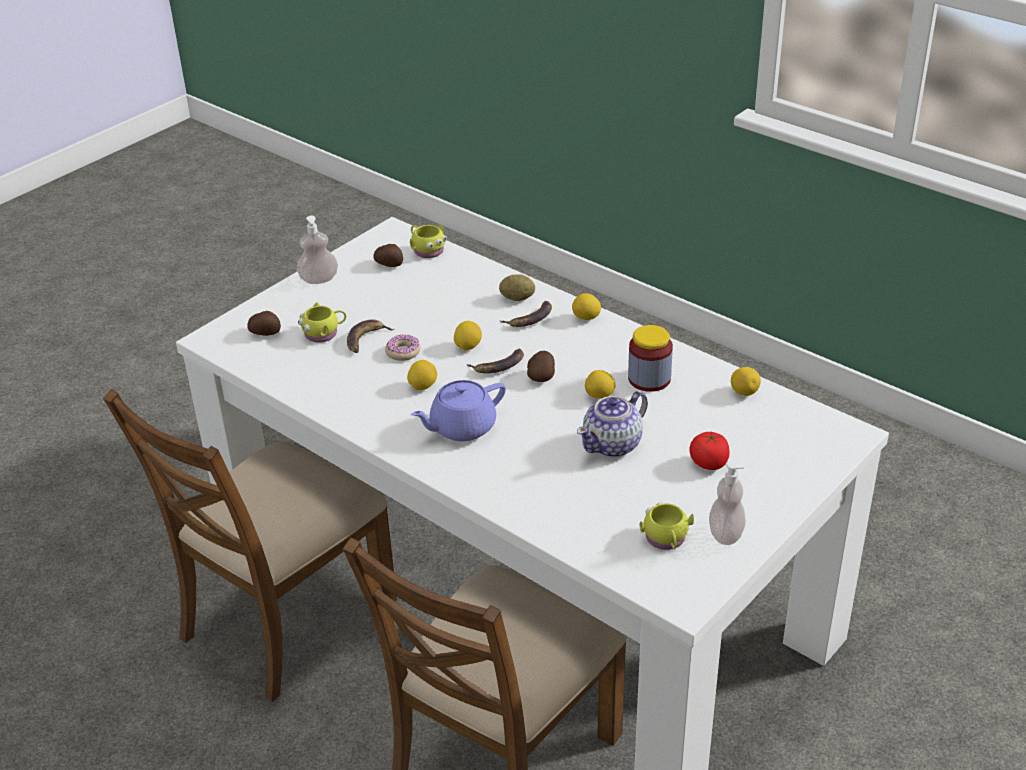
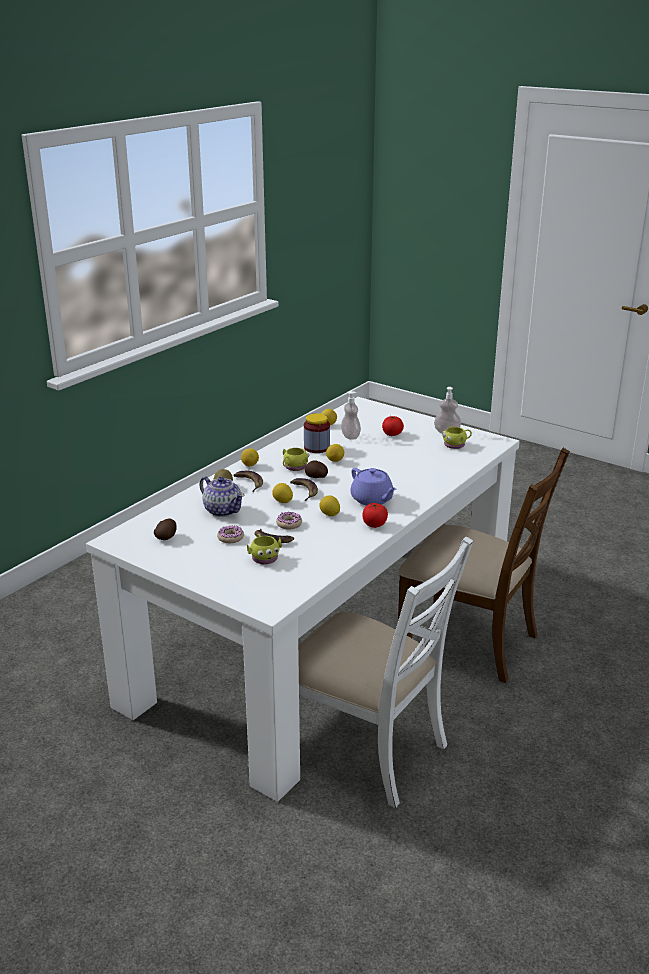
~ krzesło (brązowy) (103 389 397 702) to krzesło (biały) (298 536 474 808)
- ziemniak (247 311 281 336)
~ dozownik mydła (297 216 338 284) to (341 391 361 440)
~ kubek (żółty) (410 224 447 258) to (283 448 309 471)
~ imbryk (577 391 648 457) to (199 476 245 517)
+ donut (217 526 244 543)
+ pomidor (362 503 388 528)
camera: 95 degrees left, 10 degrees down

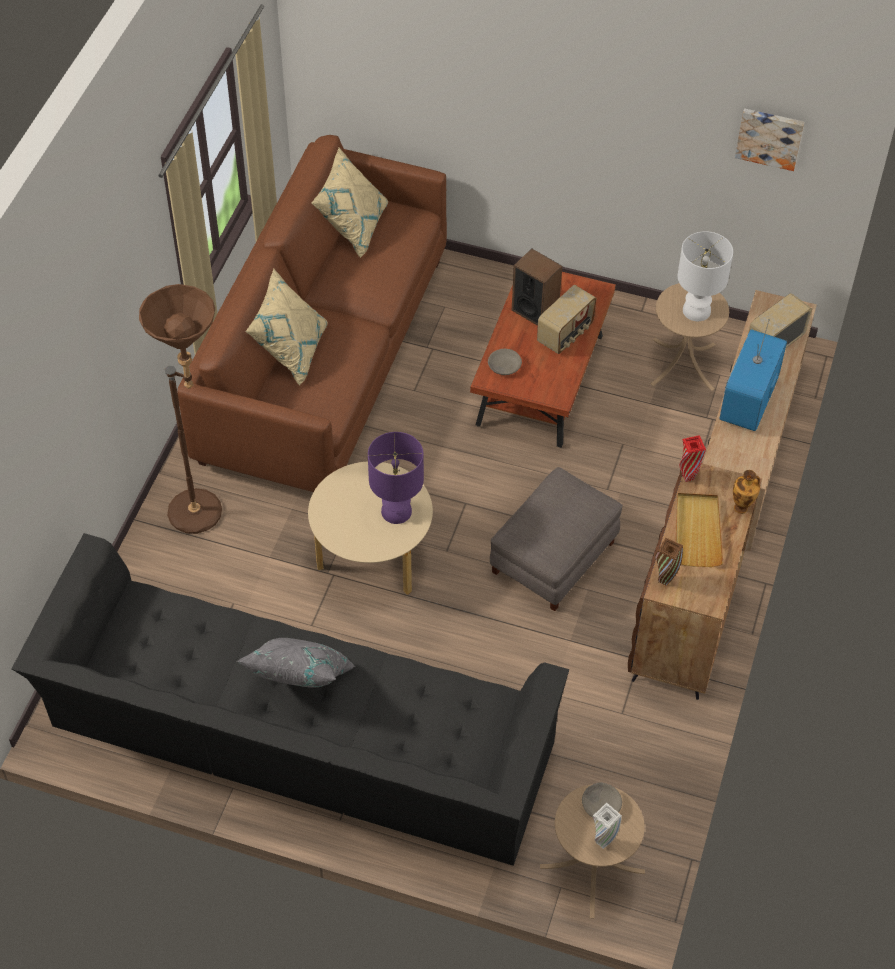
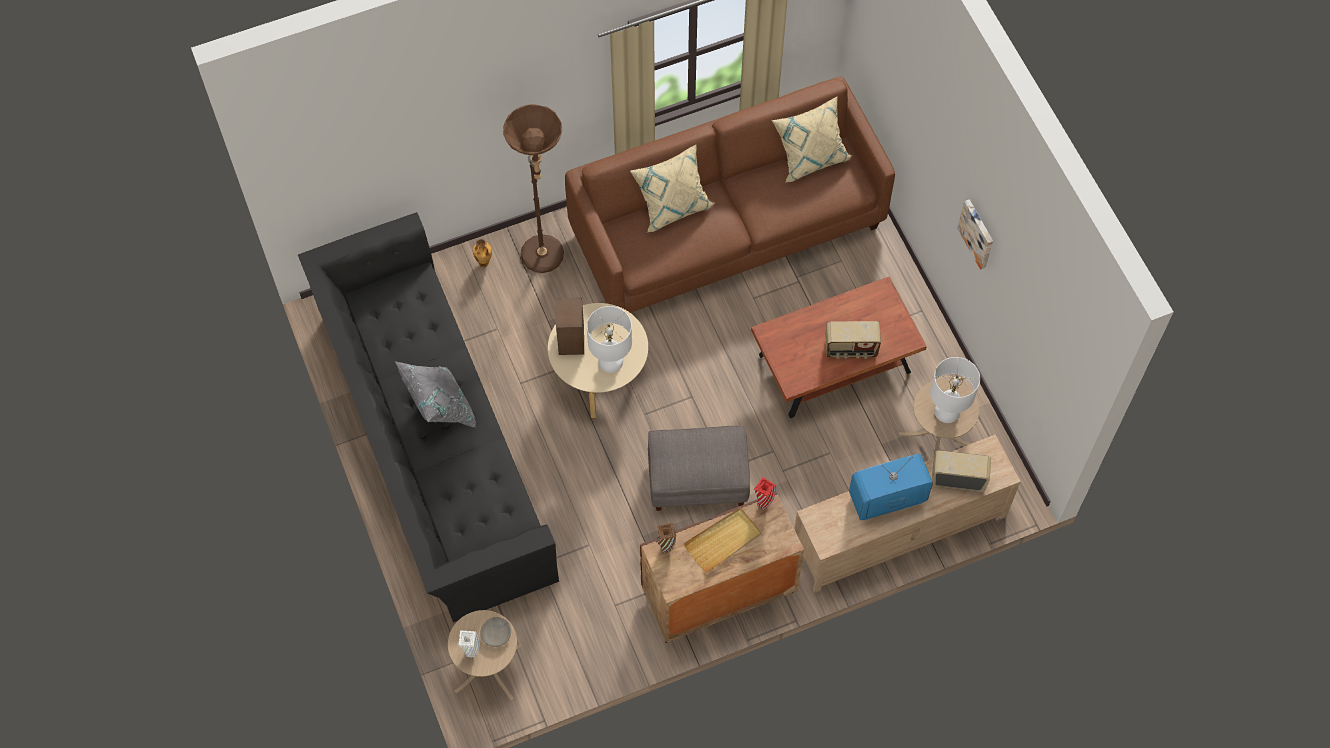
~ lampa stołowa (fioletowy) (368 432 424 524) to lampa stołowa (biały) (587 306 632 373)
- miska (szary) (488 349 522 375)
~ głośnik (512 249 562 326) to (556 298 584 355)
~ wazon (733 470 760 514) to (473 239 492 267)
~ obraz (735 109 805 171) to (957 199 993 270)
camera: 50 degrees right, 10 degrees up

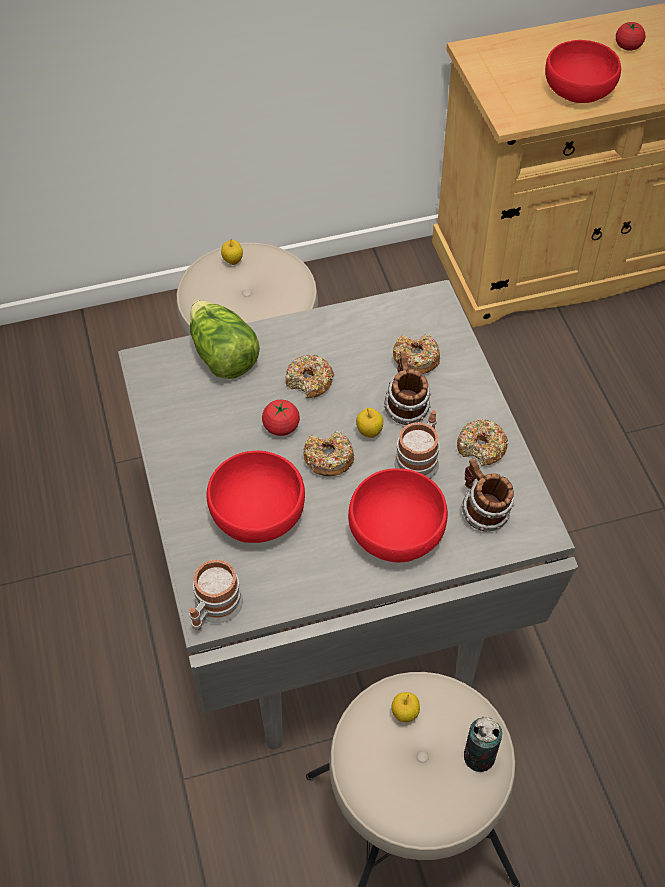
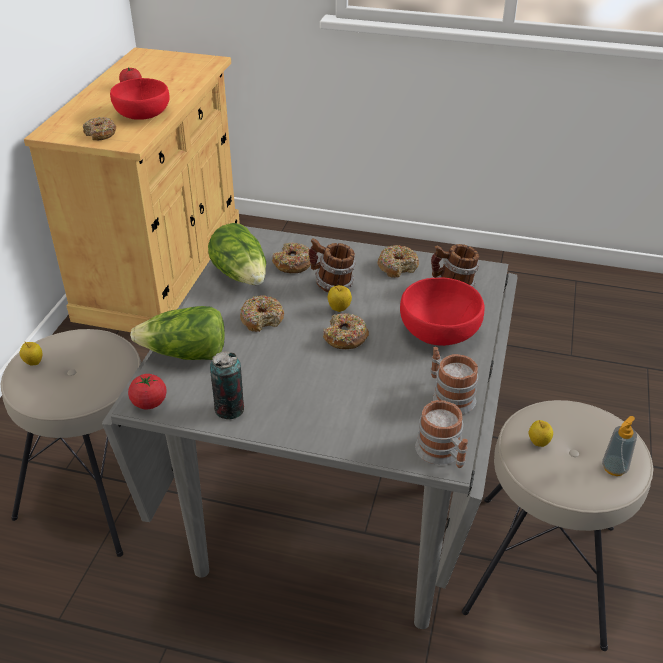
- miska (czerwony) (207 451 305 543)
~ pomidor (262 400 300 436) to (128 374 167 409)
~ kubek (394 410 440 479) to (430 347 478 414)
~ puszka (464 717 502 772) to (210 351 244 420)
+ donut (83 117 116 140)
+ sałata (208 223 266 285)
+ dozownik mydła (602 416 637 476)
camera: 60 degrees left, 15 degrees down

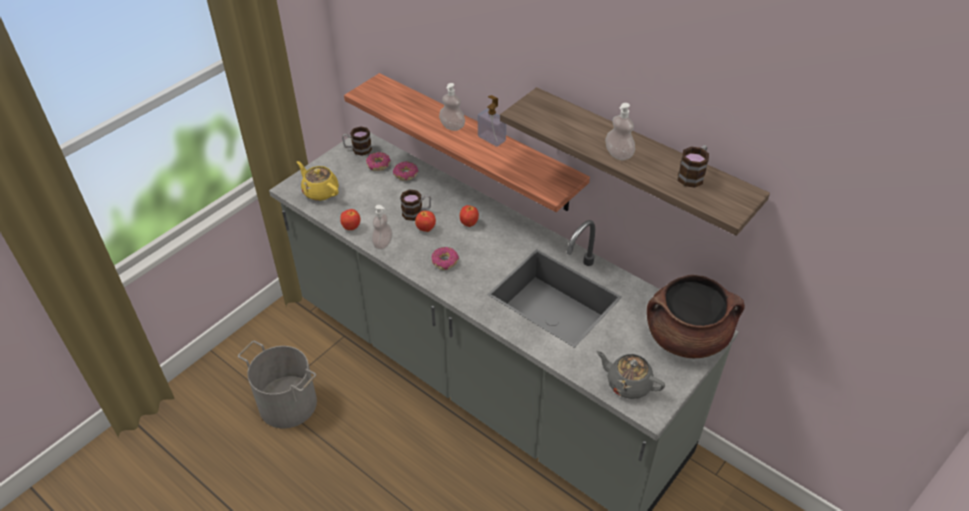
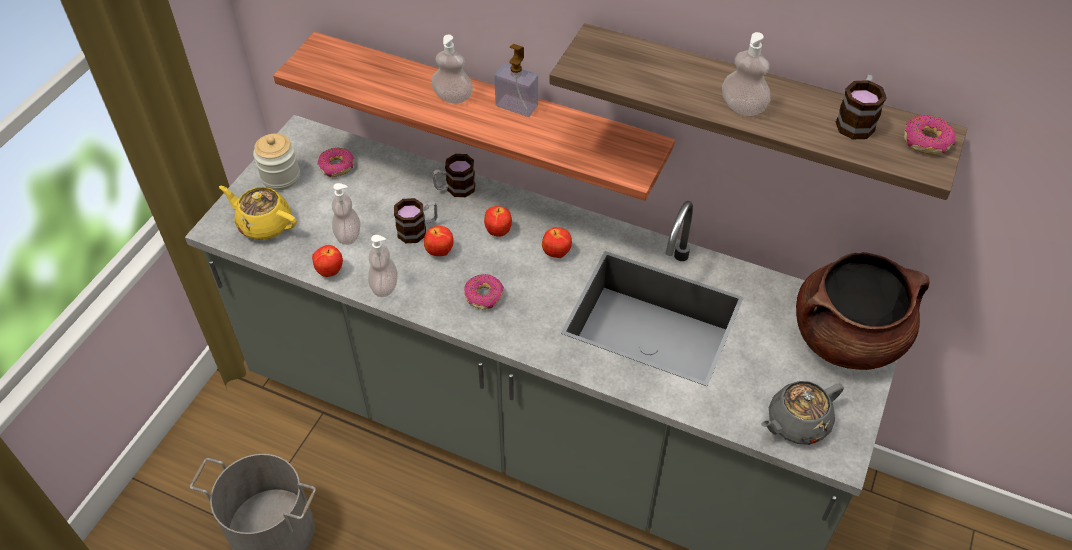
~ kubek (342 126 372 156) to (432 154 476 197)
~ donut (393 161 418 181) to (904 115 956 155)
~ imbryk (szary) (596 351 665 399) = (761 381 844 445) 45 degrees counterclockwise
+ słoik (253 133 300 190)
+ dozownik mydła (332 183 360 245)
+ jabłko (542 227 572 258)
camera: 15 degrees left, 5 degrees up

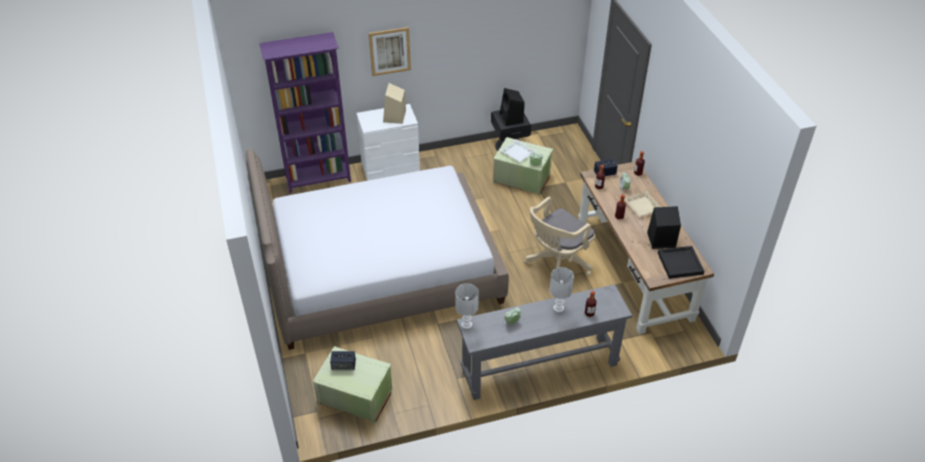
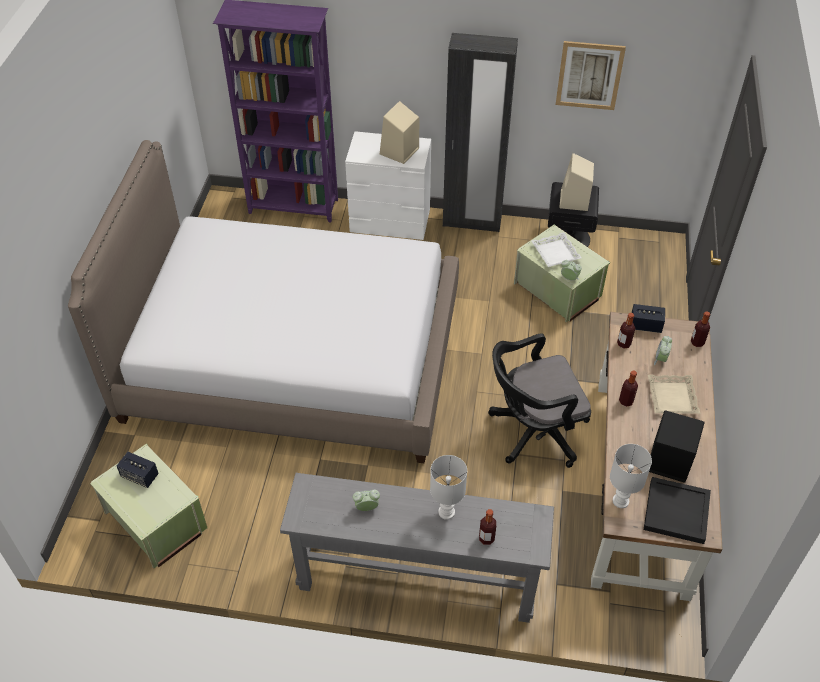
~ obraz (369 27 411 76) to (556 41 626 110)
~ lampa stołowa (biały) (455 283 479 329) to (610 444 652 508)
~ głośnik (czarny) (499 88 525 126) to głośnik (beżowy) (559 153 594 211)
~ krzesło biurowe (beżowy) (525 197 595 276) to krzesło biurowe (czarny) (488 333 591 468)
+ szafa (czarny) (443 33 518 232)
camera: 25 degrees right, 5 degrees up

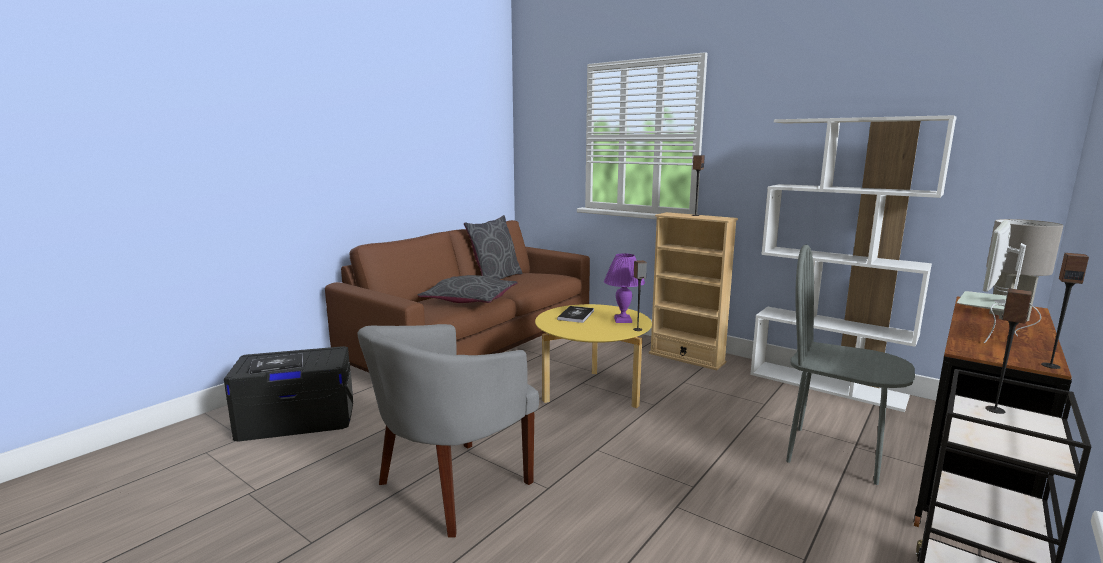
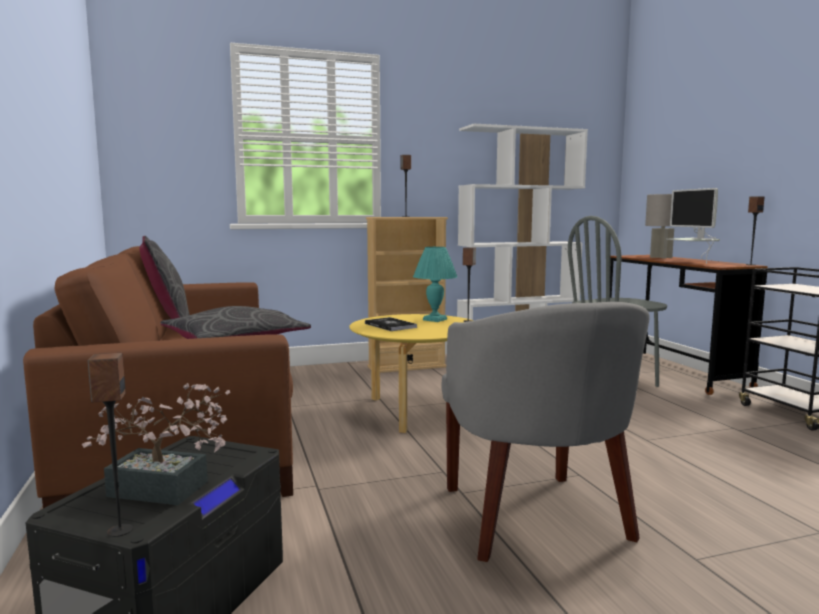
~ książka (250 353 303 374) to roślina doniczkowa (82 383 230 505)
~ lampa stołowa (fioletowy) (604 253 645 323) to lampa stołowa (turkusowy) (413 247 457 322)
~ głośnik (985 288 1032 414) to (88 353 133 537)
camera: 55 degrees left, 5 degrees down

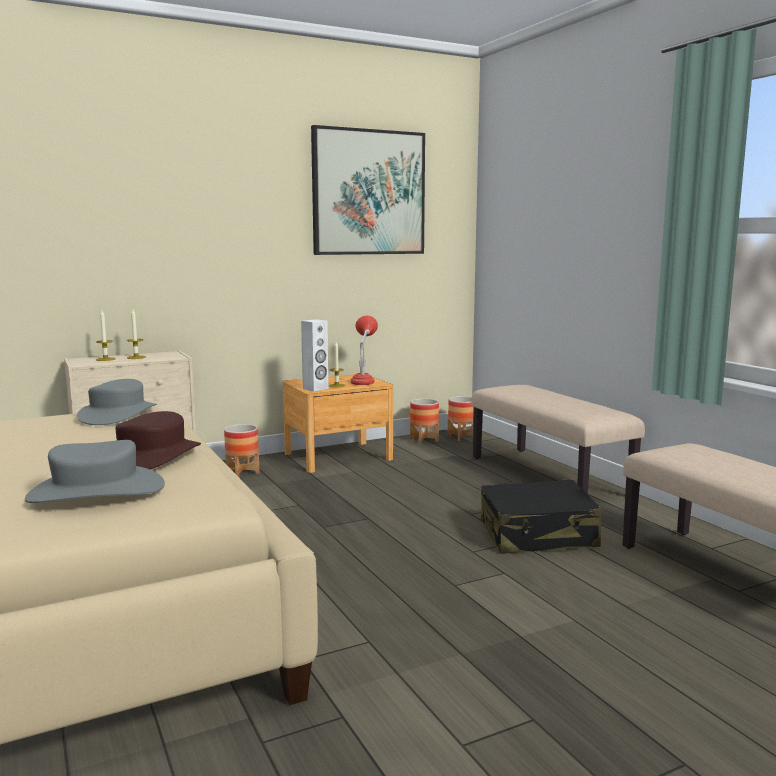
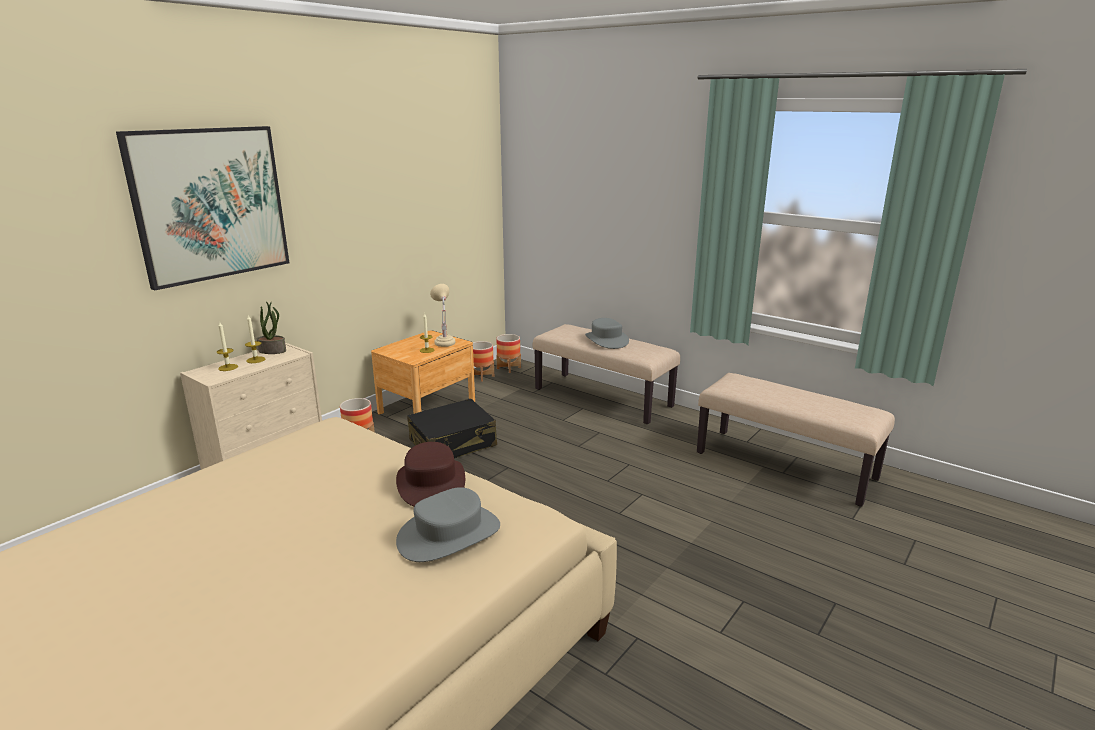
~ kapelusz (szary) (77 379 157 425) to (585 318 629 349)
- głośnik (biały) (301 319 329 391)
~ obraz (311 125 425 255) to (116 126 289 290)
~ lampa stołowa (czerwony) (351 316 378 385) to lampa stołowa (beżowy) (430 284 456 347)
~ walizka (czarny) (481 480 602 554) to (407 398 497 458)
+ roślina doniczkowa (257 302 286 354)
camera: 25 degrees left, 10 degrees up

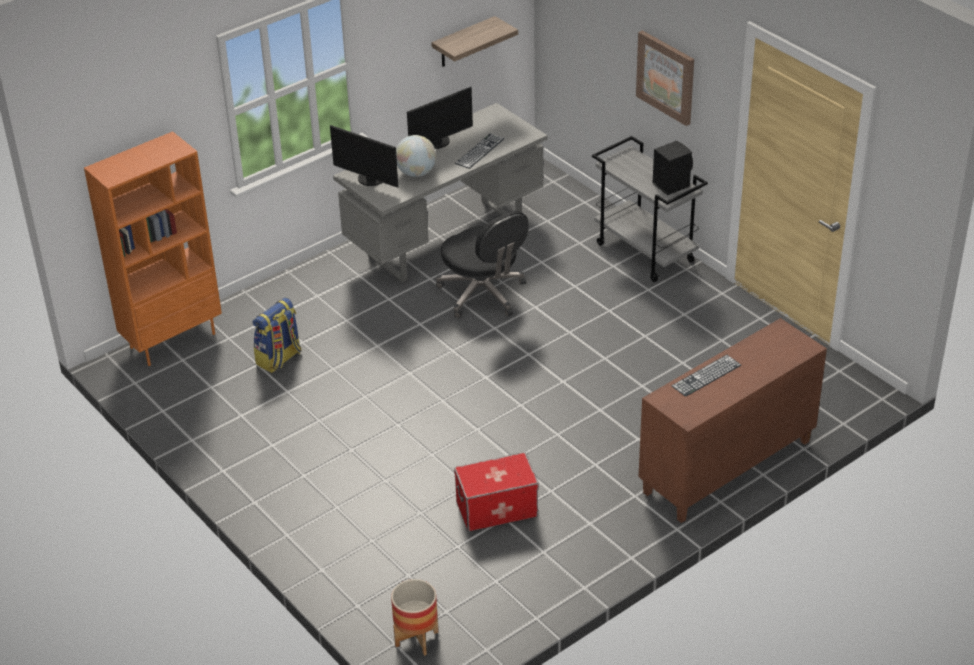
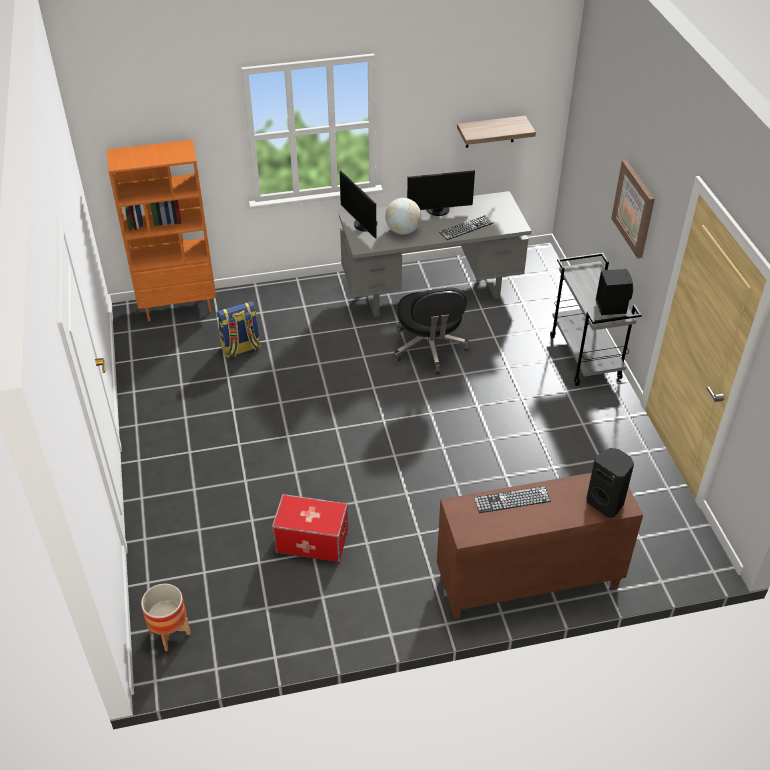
+ głośnik (czarny) (587 448 634 518)
camera: 25 degrees right, 5 degrees up

